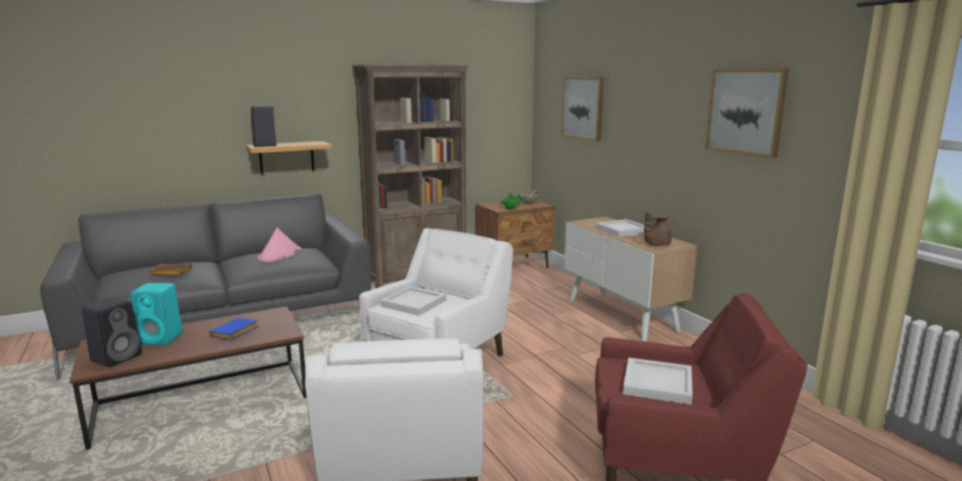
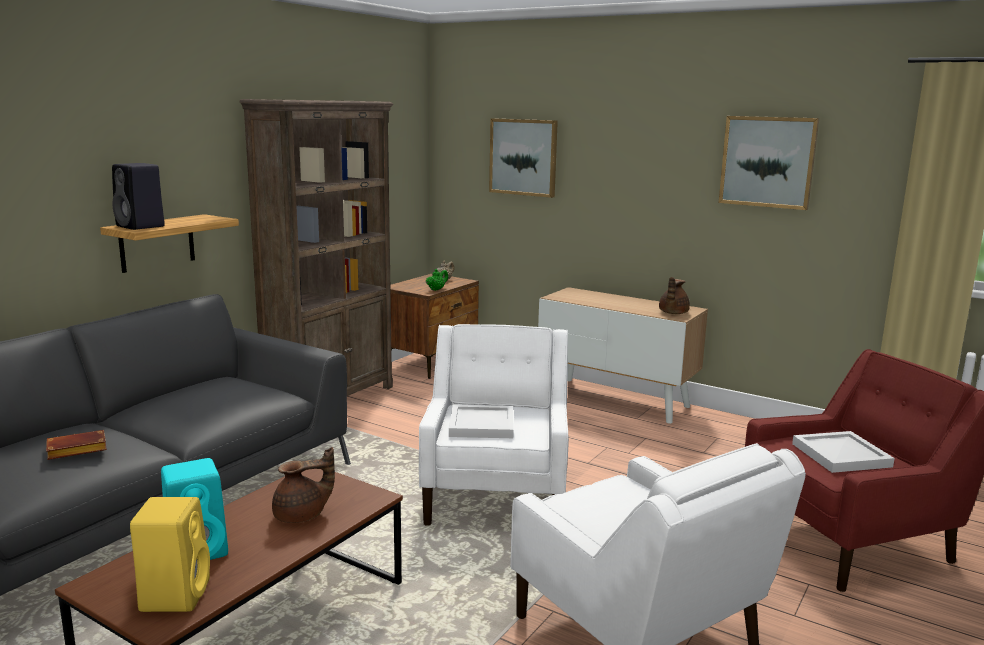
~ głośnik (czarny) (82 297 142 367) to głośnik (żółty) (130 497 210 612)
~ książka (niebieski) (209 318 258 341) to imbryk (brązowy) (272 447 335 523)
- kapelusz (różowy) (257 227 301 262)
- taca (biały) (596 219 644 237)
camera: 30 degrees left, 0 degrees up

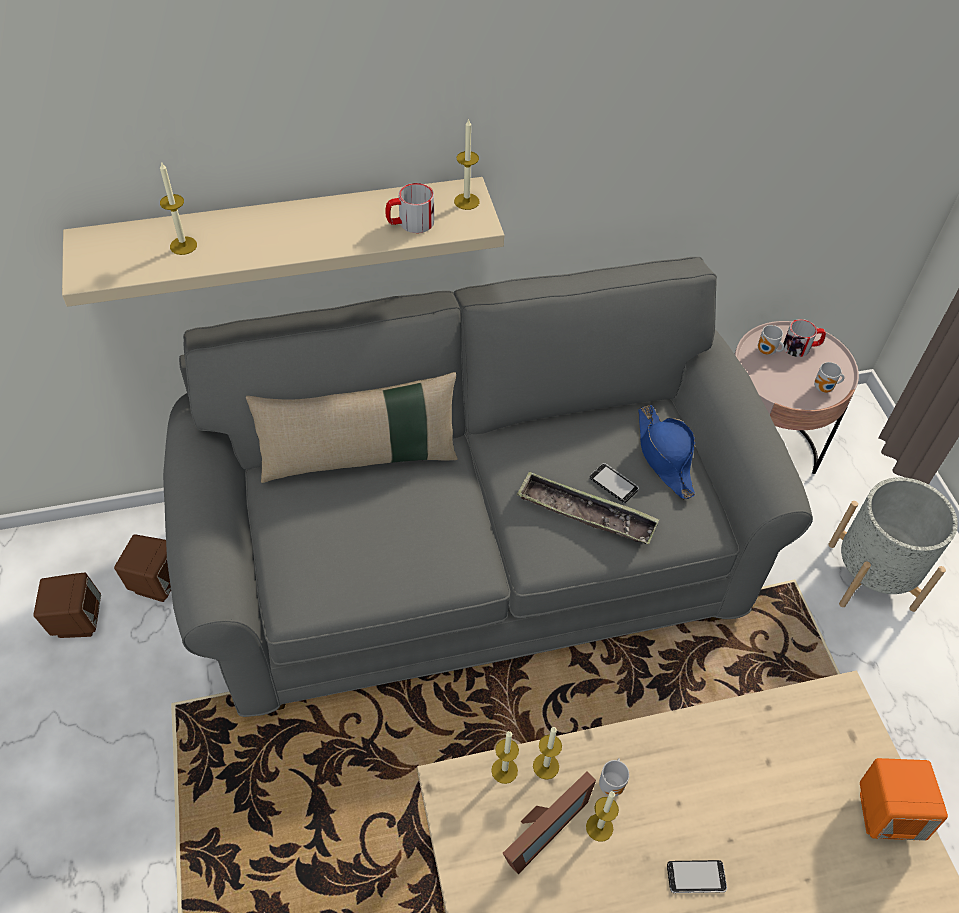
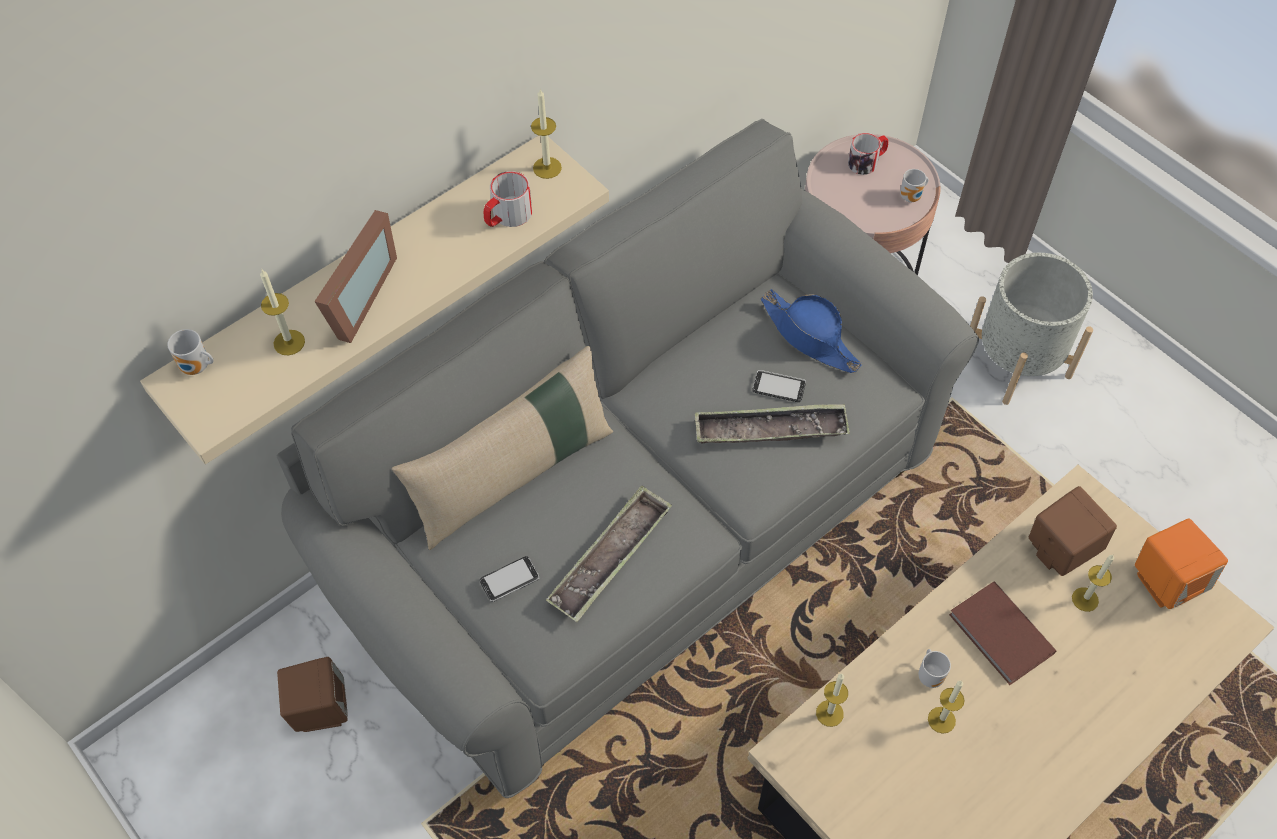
~ głośnik (brązowy) (33 573 101 638) to (1029 486 1117 576)
~ ramka na zdjęcie (503 772 596 874) to (314 210 397 343)
~ świeca (533 727 562 780) to (1072 555 1114 612)
~ telefon (667 860 727 893) to (480 556 539 602)
~ kubek (758 325 784 355) to (167 329 214 375)
+ taca (546 485 672 622)
+ książka (brązowy) (949 581 1057 685)
camera: 25 degrees left, 5 degrees up

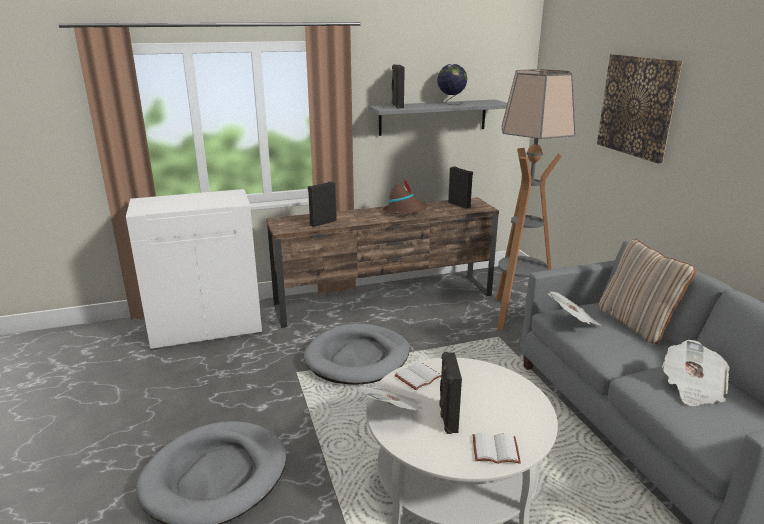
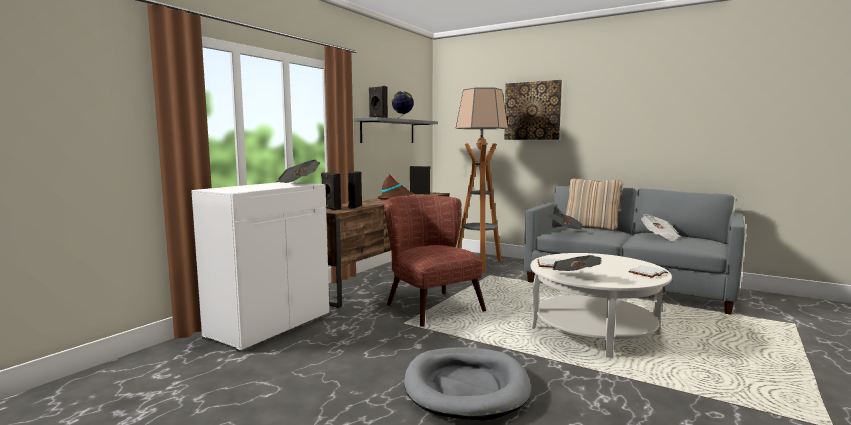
~ legowisko (szary) (304 323 409 385) to fotel (brązowy) (383 195 486 327)
~ głośnik (czarny) (439 352 462 434) to (321 172 341 210)
+ gazeta (276 160 320 183)
camera: 40 degrees left, 15 degrees down

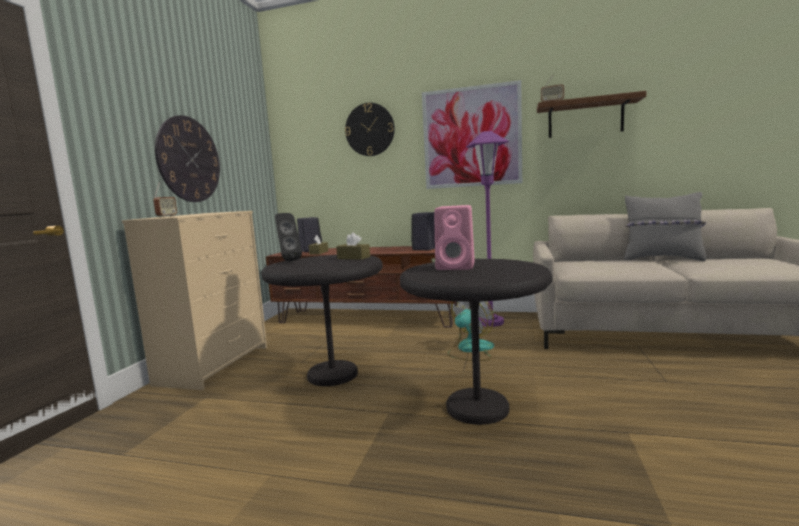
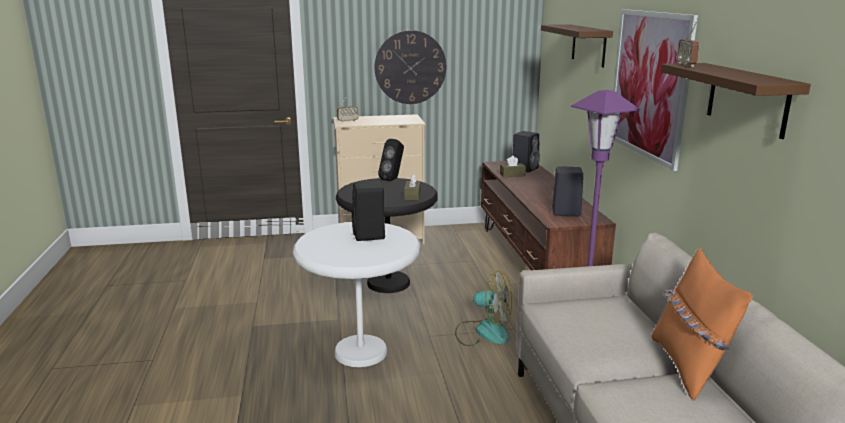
~ zegar ścienny (345 103 395 156) to półka (brązowy) (541 24 613 68)
~ stolik (czarny) (400 259 552 425) to stolik (biały) (293 222 420 367)
~ głośnik (różowy) (434 205 475 270) to głośnik (czarny) (352 181 385 241)
~ poduszka (szary) (624 192 707 261) to poduszka (pomarańczowy) (651 248 753 401)
camera: 65 degrees right, 10 degrees up

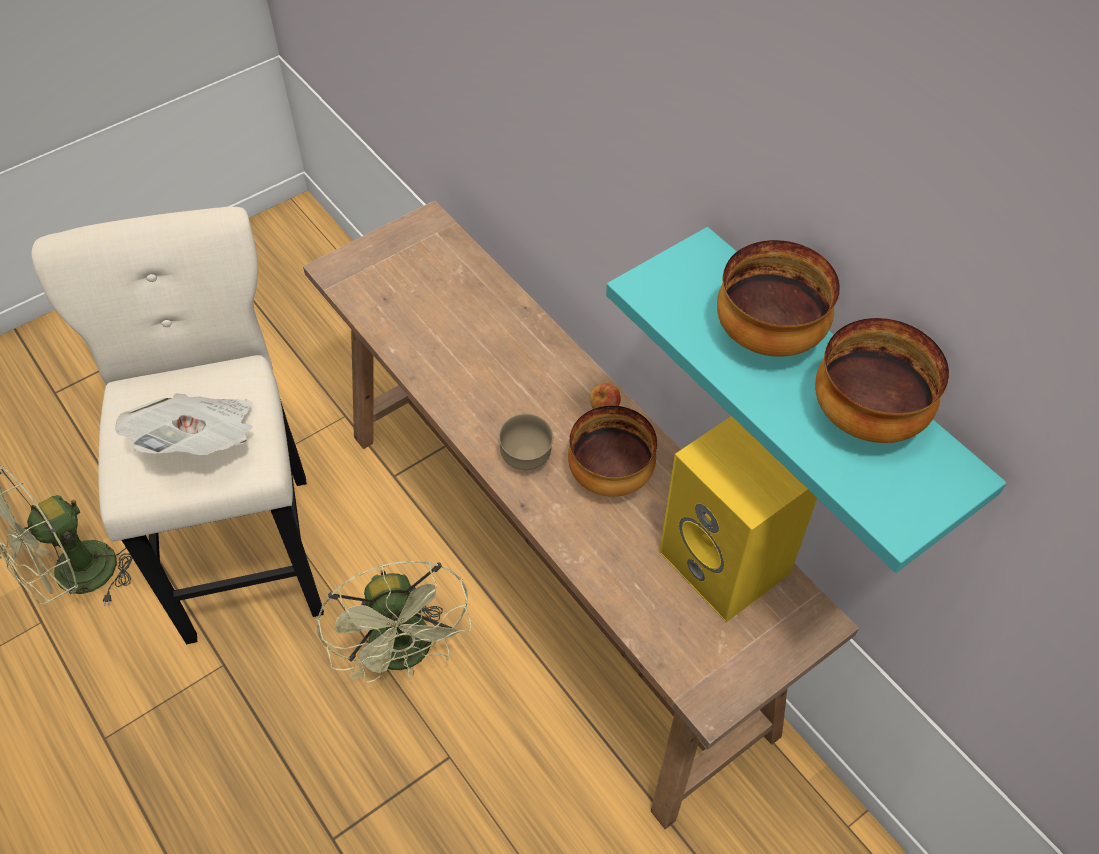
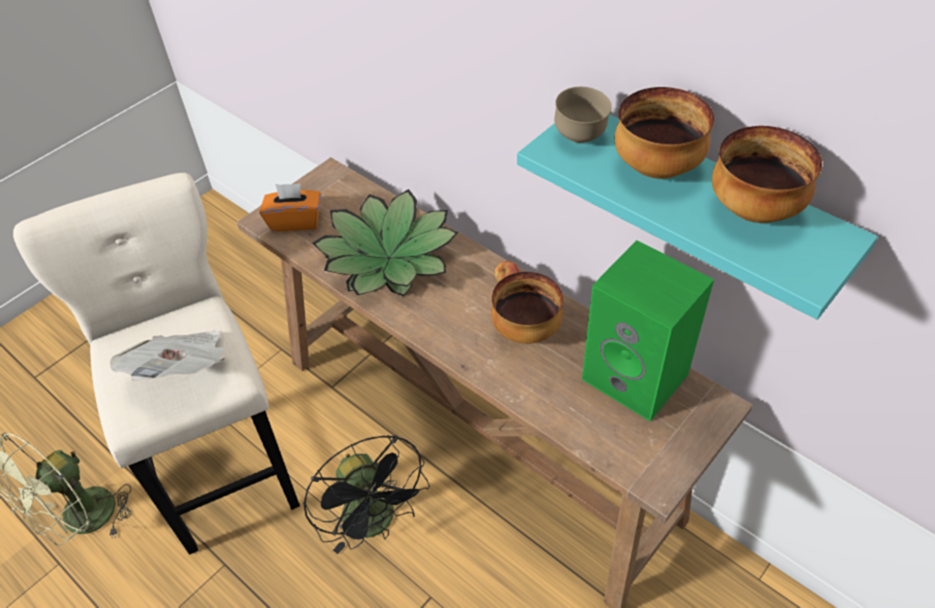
~ wentylator (zielony) (316 561 472 683) to wentylator (czarny) (303 435 430 554)
~ miska (brązowy) (499 414 553 470) to (554 87 612 143)
~ głośnik (żółty) (660 416 817 622) to głośnik (zielony) (582 240 714 421)
+ pudełko chusteczek (pomarańczowy) (259 183 321 232)
+ roślina doniczkowa (312 189 458 296)
camera: 10 degrees left, 5 degrees down

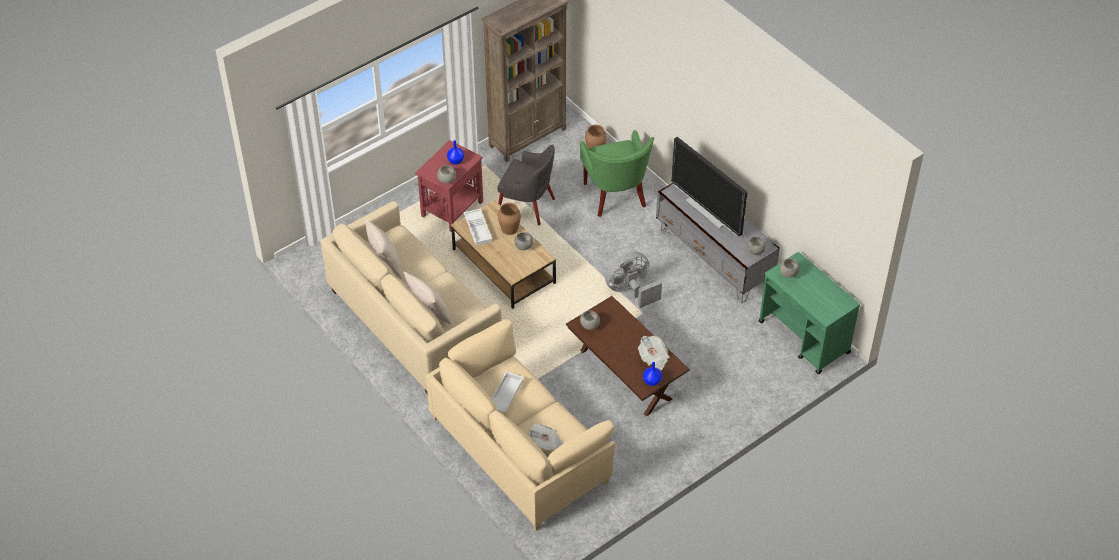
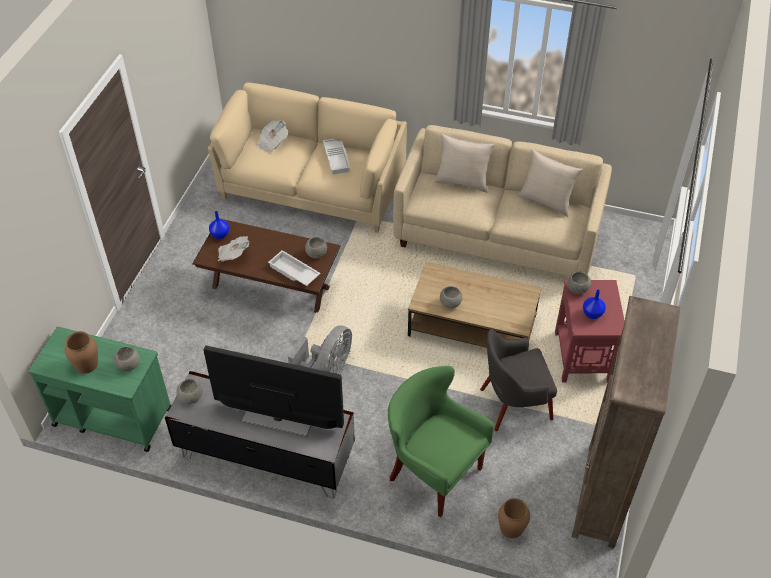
~ taca (biały) (464 208 492 246) to (268 250 321 286)
~ wazon (brązowy) (498 203 521 235) to (65 331 98 373)
camera: 145 degrees right, 0 degrees up

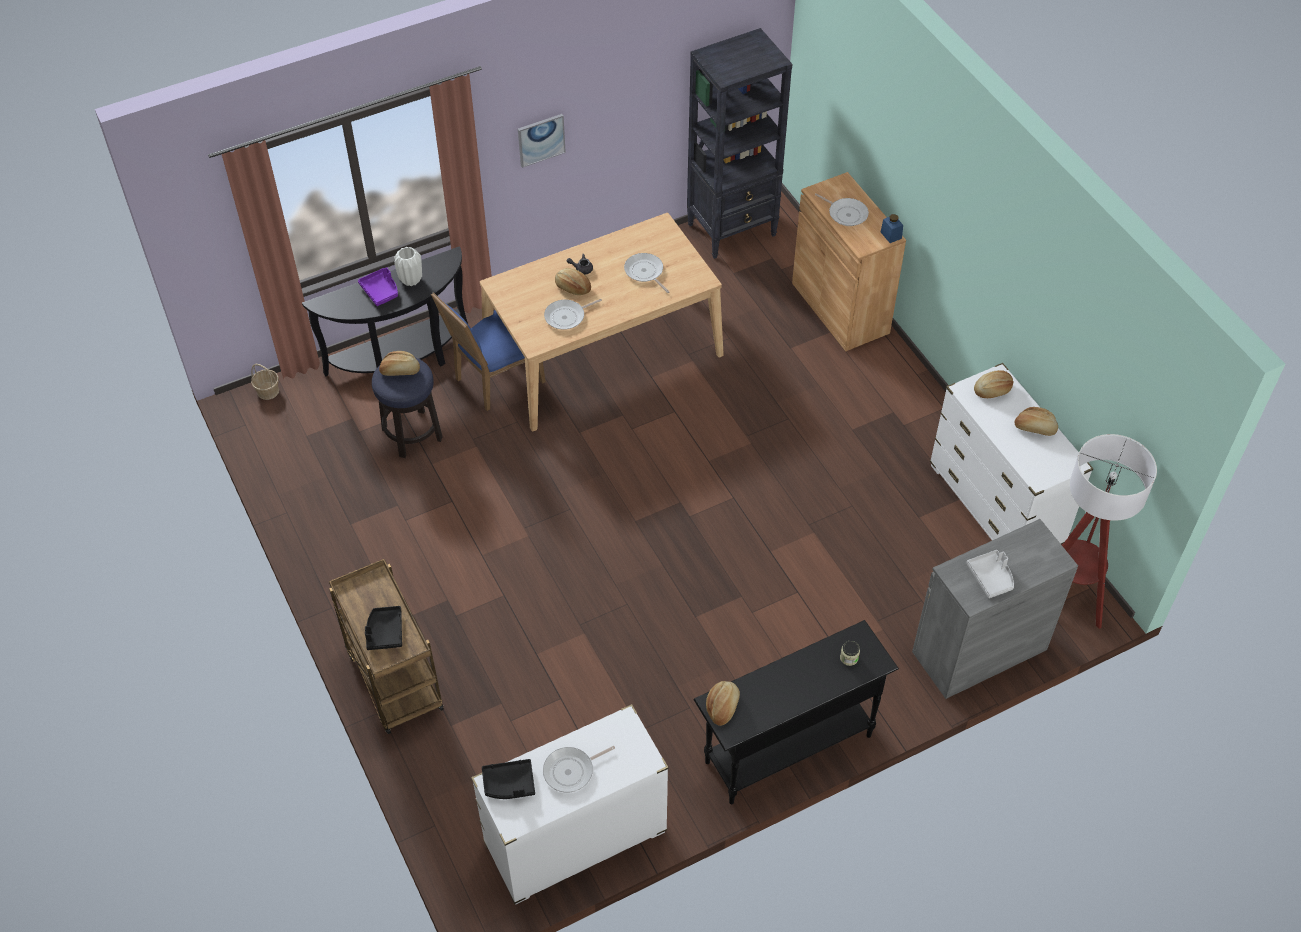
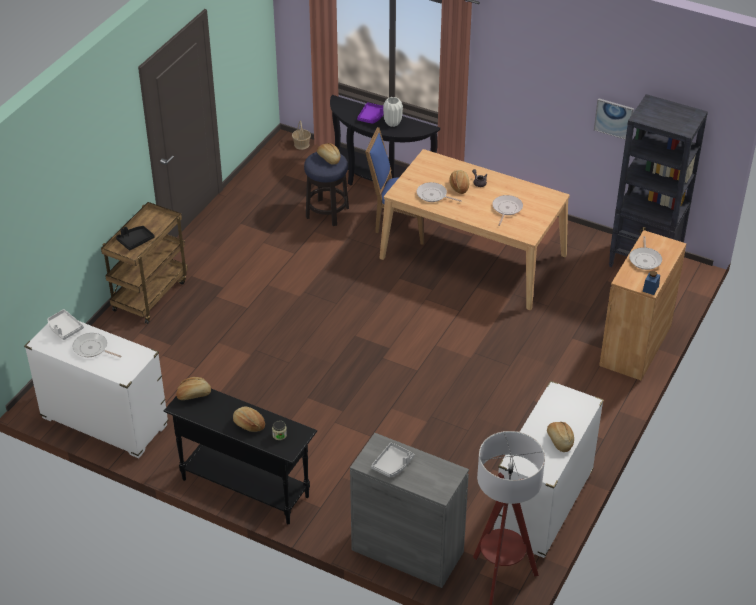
~ taca (czarny) (482 759 535 799) to taca (biały) (47 309 84 340)
~ obraz (518 114 566 168) to (594 98 634 140)
~ chleb (974 370 1013 398) to (233 406 265 432)
camera: 55 degrees right, 10 degrees down

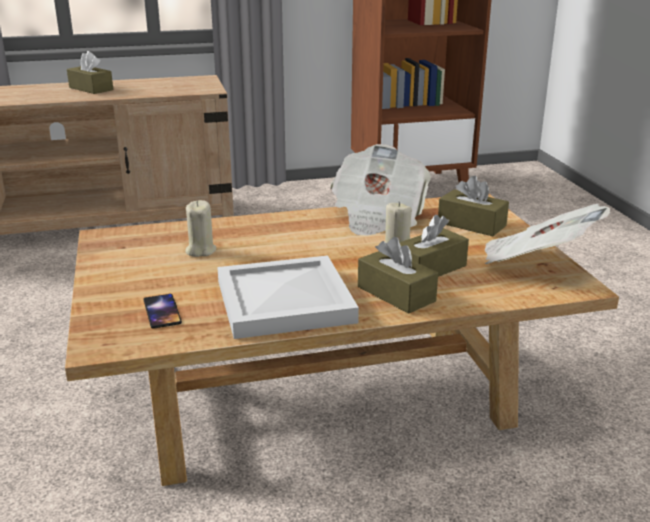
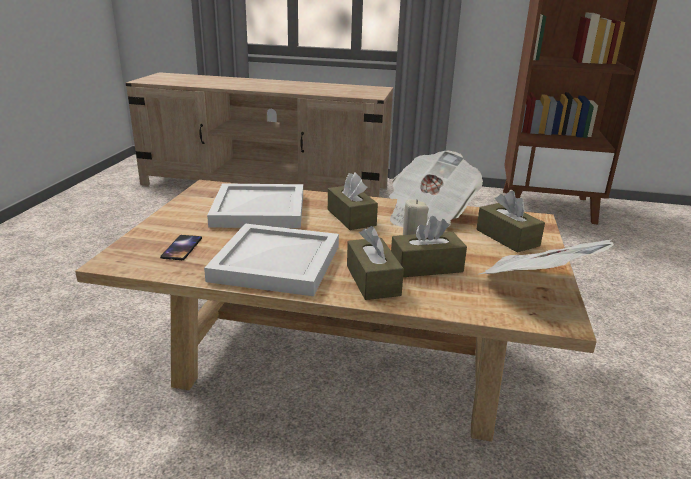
~ pudełko chusteczek (brązowy) (67 51 113 94) to (328 172 378 230)
~ świeca (beżowy) (185 200 216 257) to taca (biały) (207 183 303 228)
camera: 25 degrees right, 0 degrees up

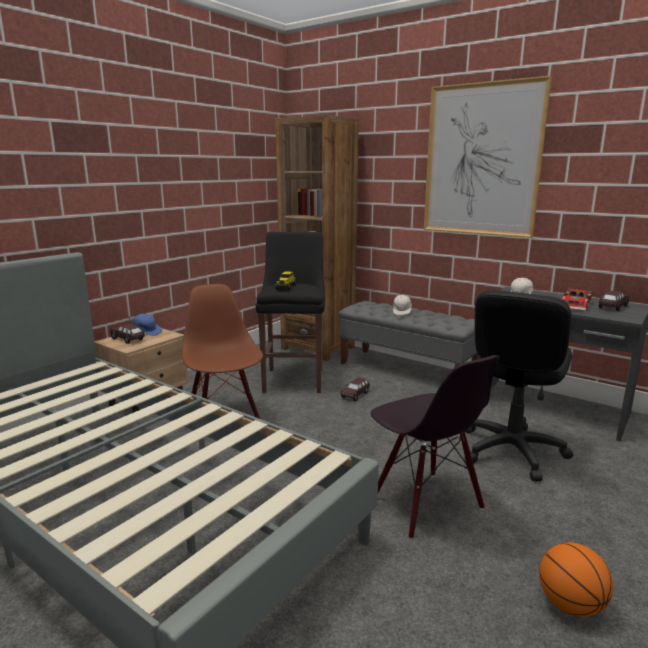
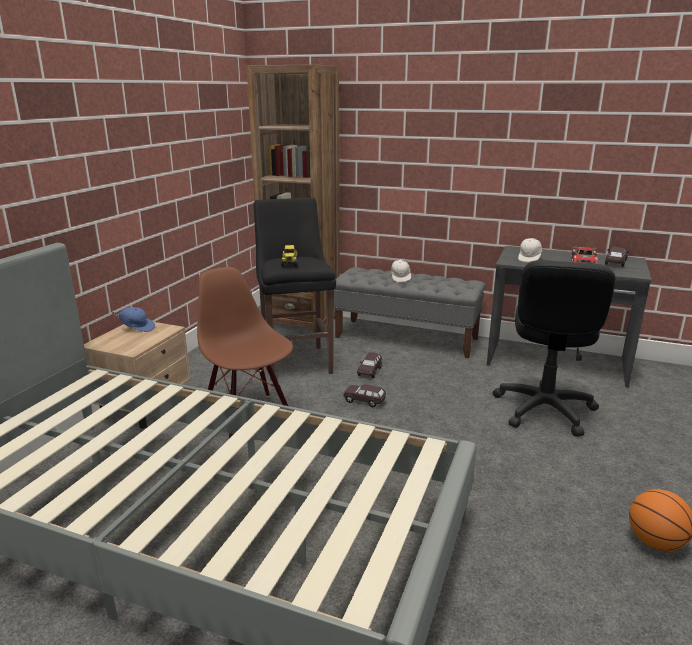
~ samochodzik (brązowy) (110 324 145 344) to (344 384 386 407)
- krzesło (czarny) (370 355 500 539)
- obraz (424 76 552 238)
camera: 15 degrees left, 5 degrees up

